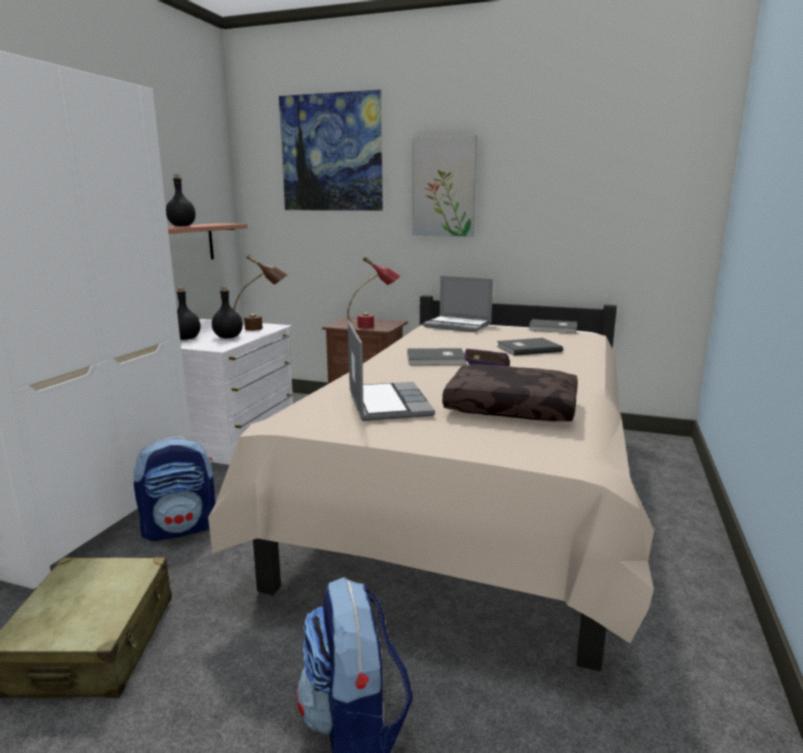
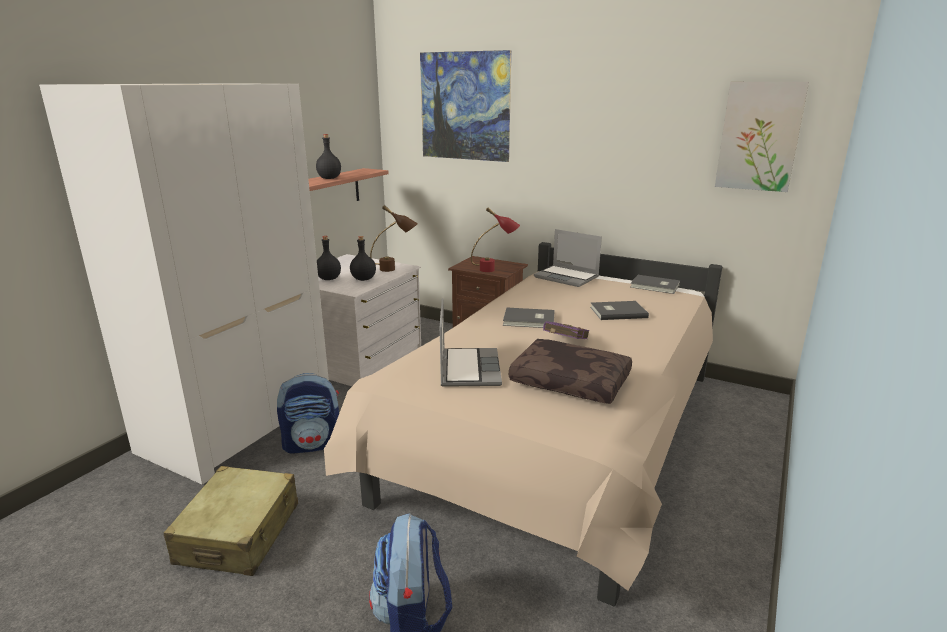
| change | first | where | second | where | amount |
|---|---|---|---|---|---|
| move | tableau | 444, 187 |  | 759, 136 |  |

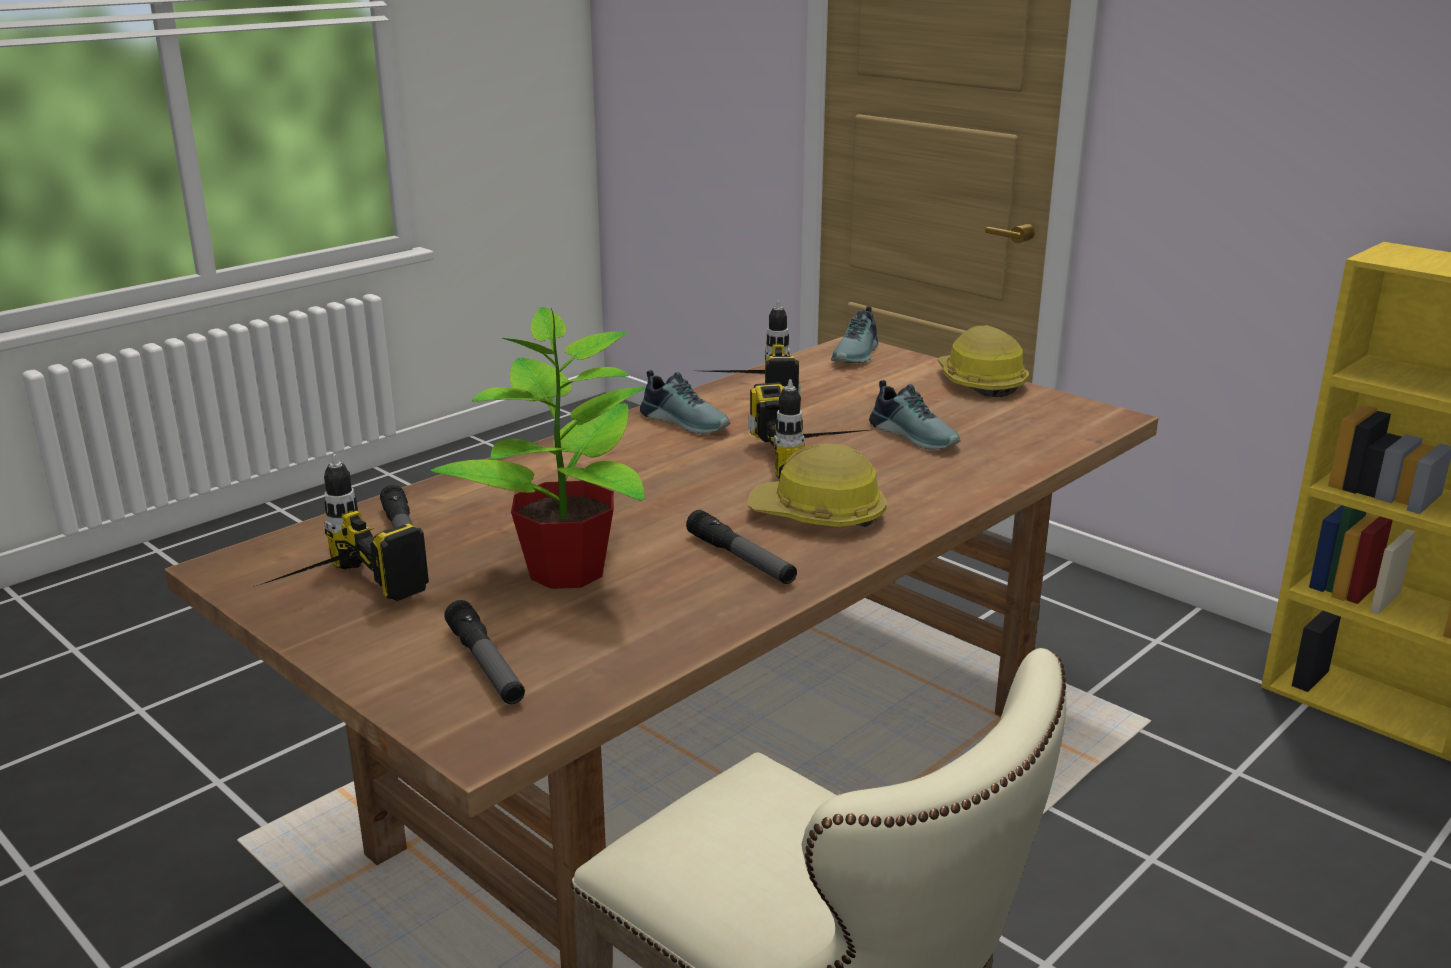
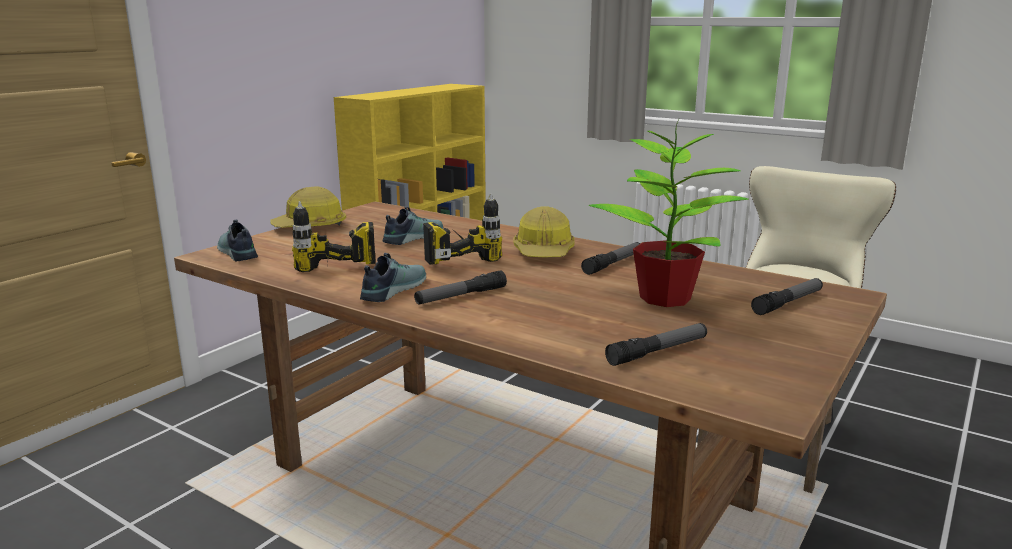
| change | first | where | second | where | amount |
|---|---|---|---|---|---|
| delete | perceuse | 331, 597 |  |  |  |
| rotate | chaussure | 858, 355 |  | 236, 253 | 135 degrees counterclockwise |
| insert |  |  | lampe de poche | 461, 296 |  |

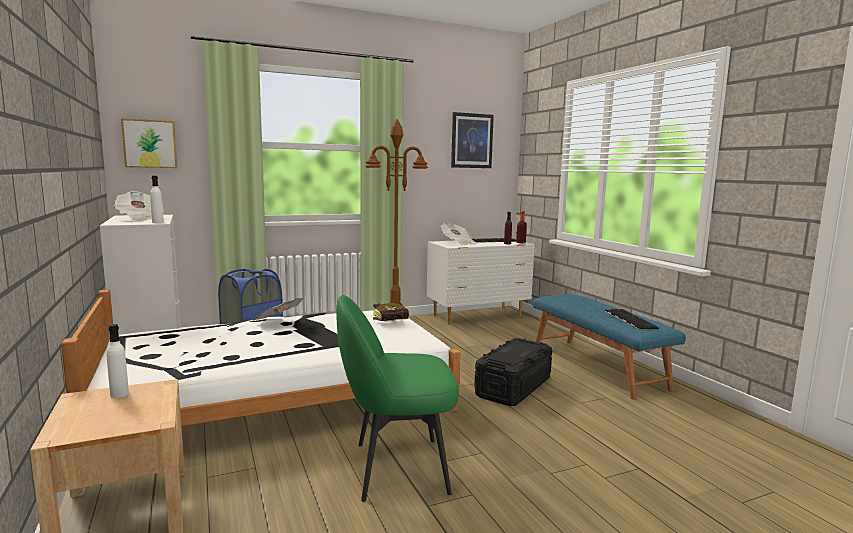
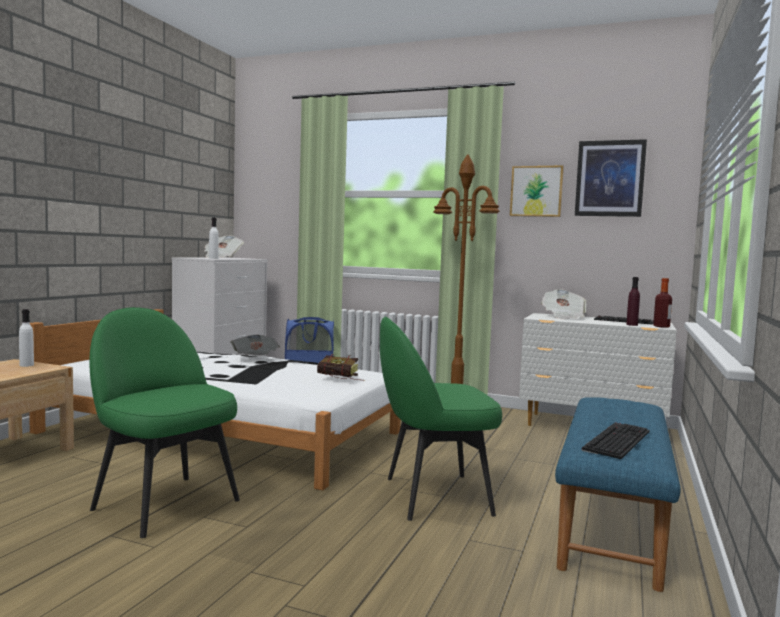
| change | first | where | second | where | amount |
|---|---|---|---|---|---|
| move | tableau | 150, 144 |  | 536, 191 |  |
| replace | boîte de rangement (noir) | 513, 387 | chaise (vert) | 433, 496 |  |

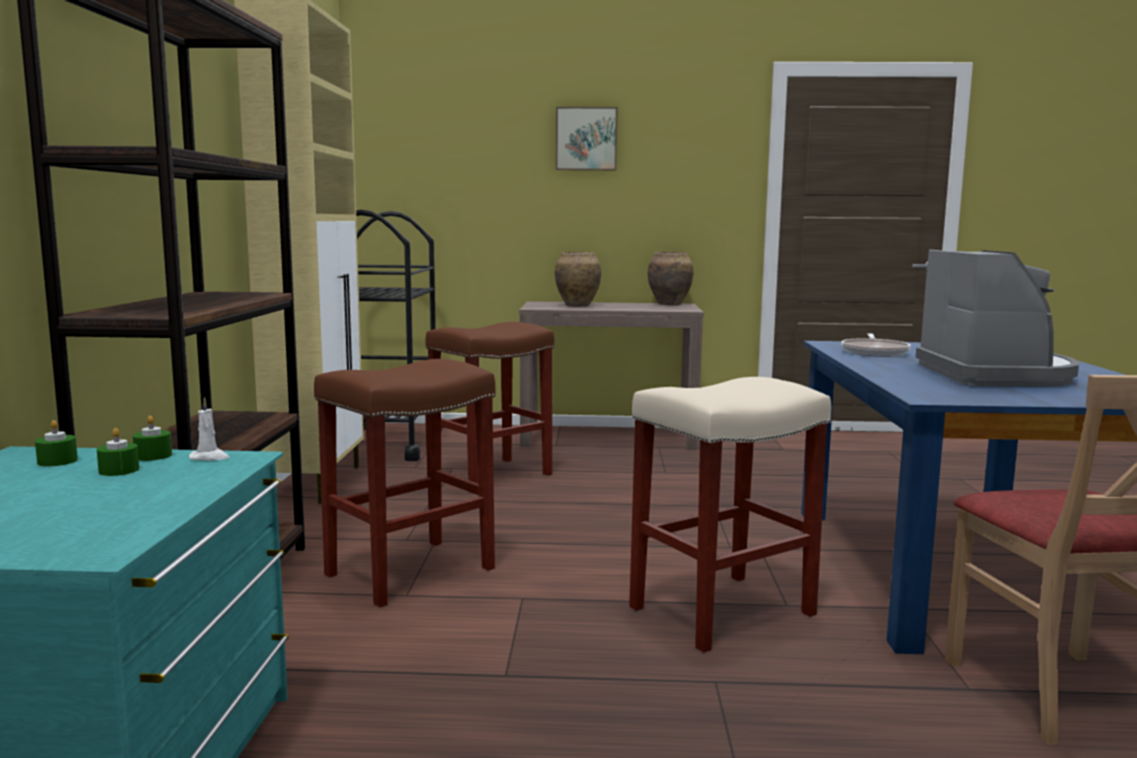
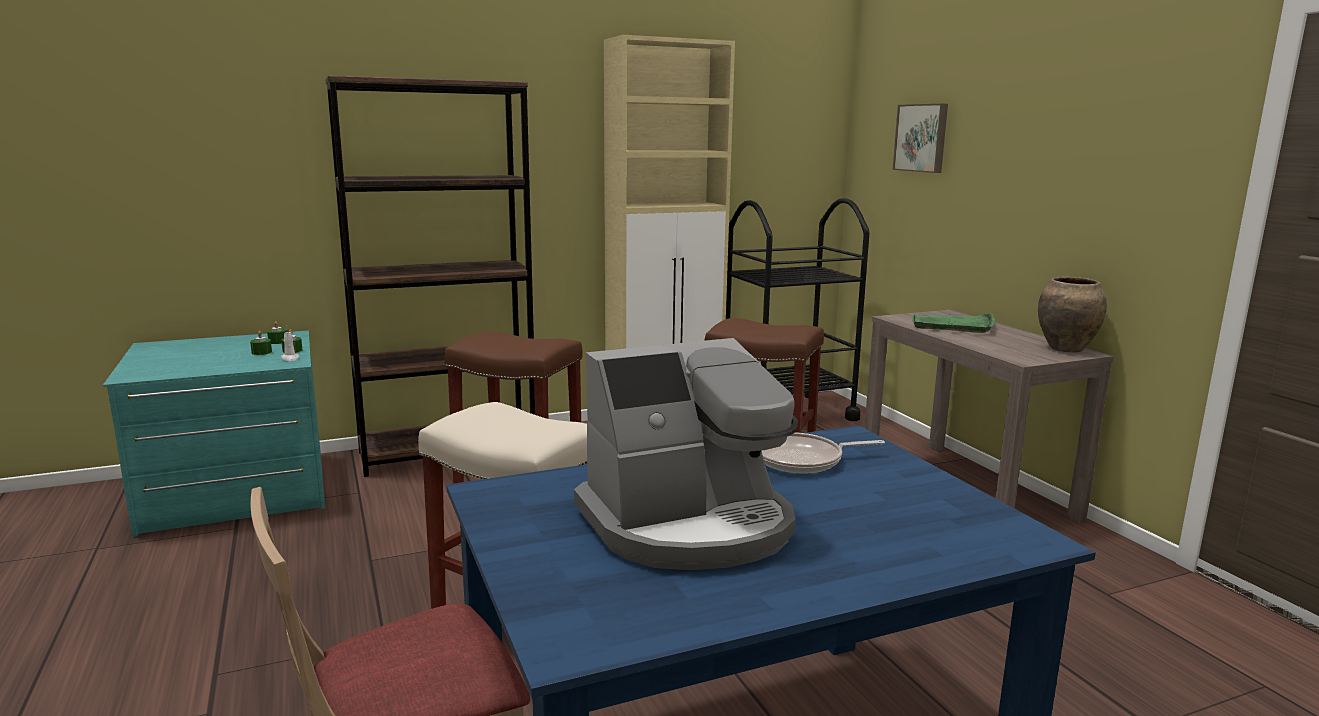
| change | first | where | second | where | amount |
|---|---|---|---|---|---|
| replace | vase (marron) | 577, 305 | plateau (vert) | 953, 325 |  |
| move | tableau | 586, 139 |  | 922, 138 |  |

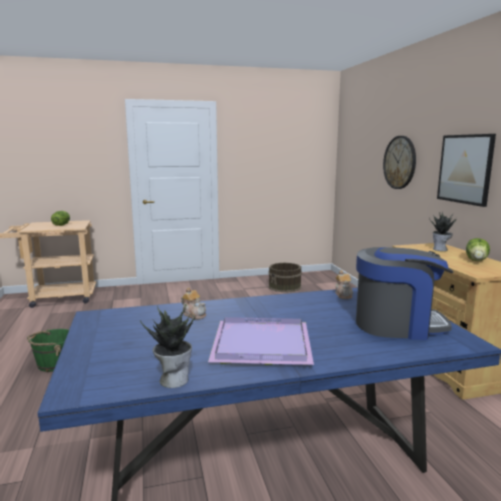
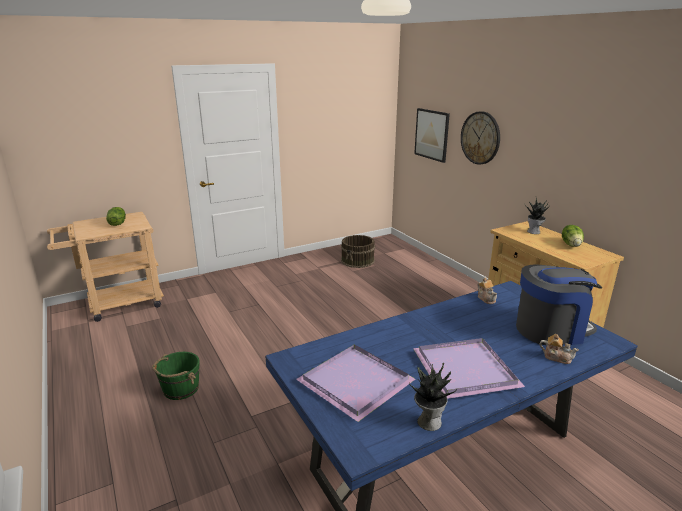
| change | first | where | second | where | amount |
|---|---|---|---|---|---|
| move | théière | 194, 314 |  | 556, 357 |  |
| move | tableau | 465, 169 |  | 432, 134 |  |
| insert |  |  | plateau (violet) | 355, 384 |  |

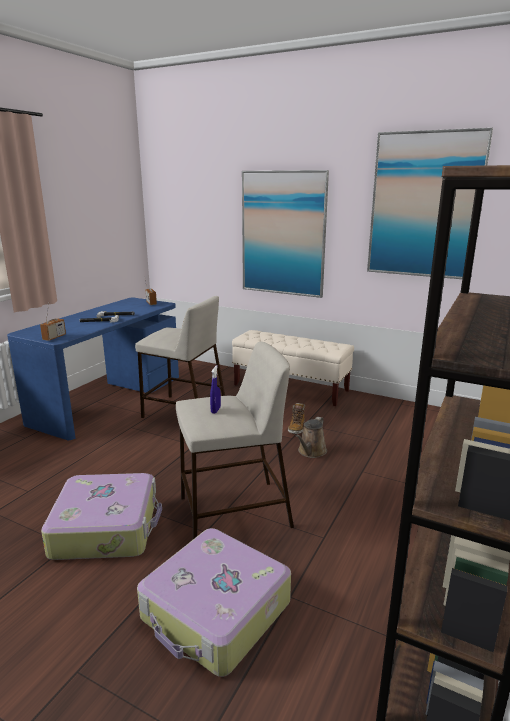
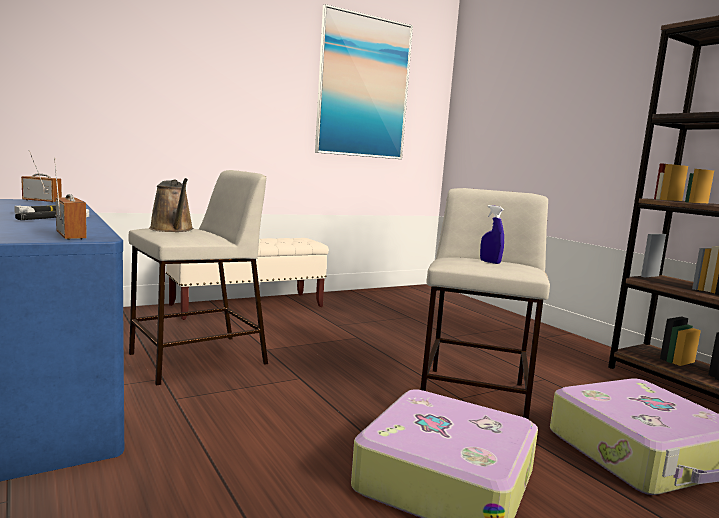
| change | first | where | second | where | amount |
|---|---|---|---|---|---|
| delete | tableau | 283, 234 |  |  |  |
| delete | botte | 296, 428 |  |  |  |
| move | arrosoir (marron) | 311, 452 |  | 172, 229 |  |

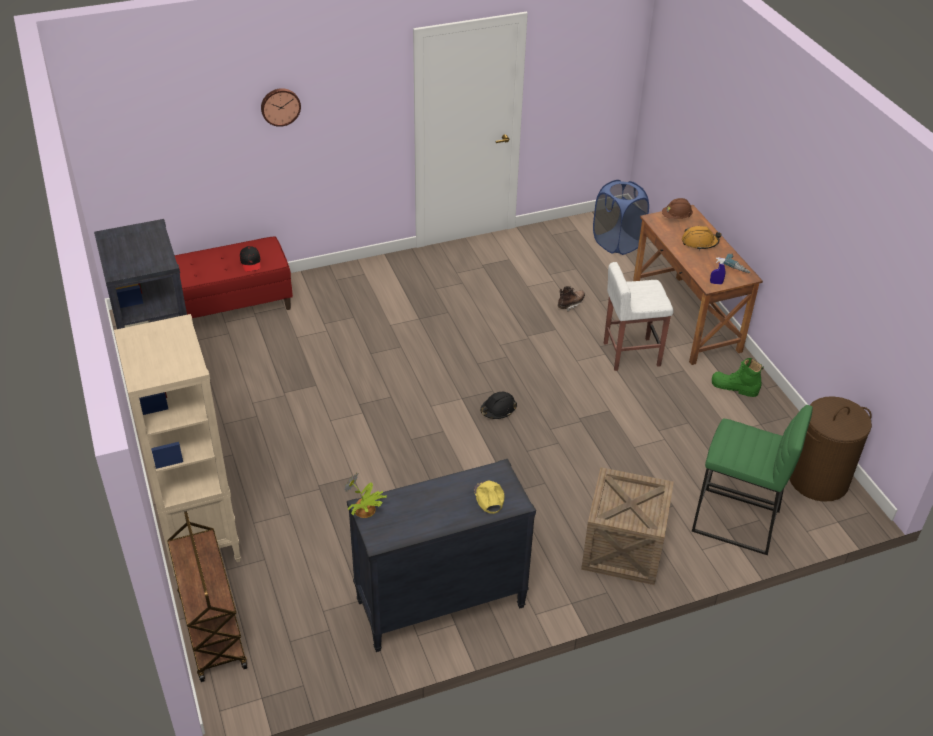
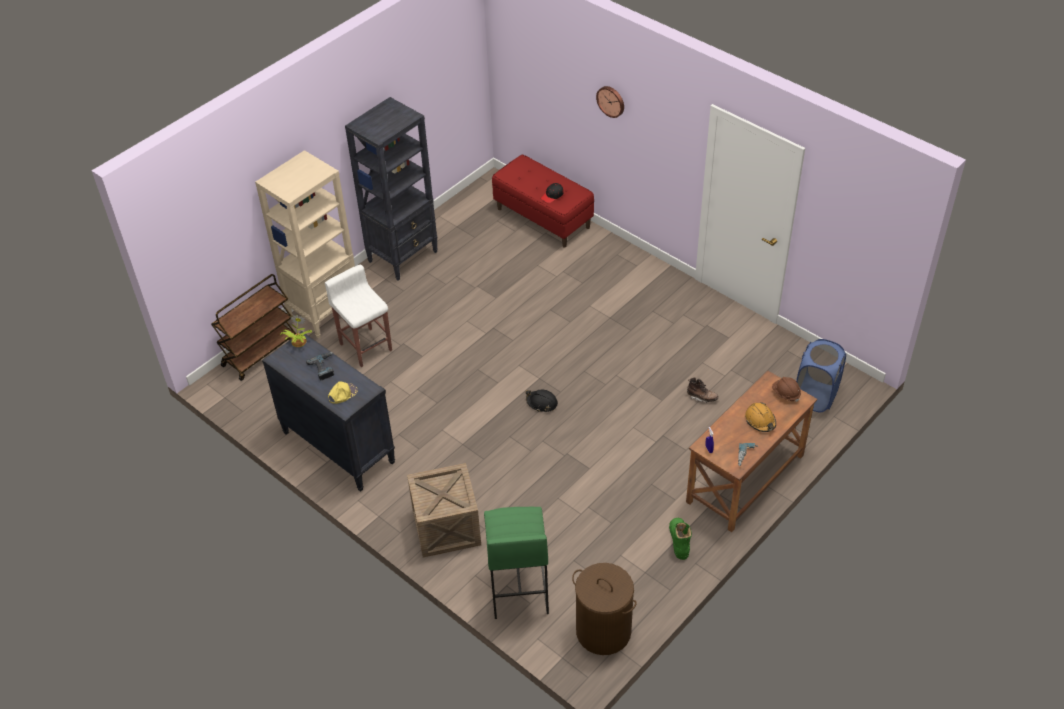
| change | first | where | second | where | amount |
|---|---|---|---|---|---|
| move | tabouret (blanc) | 630, 354 |  | 365, 346 |  |
| insert |  |  | perceuse | 324, 367 |  |

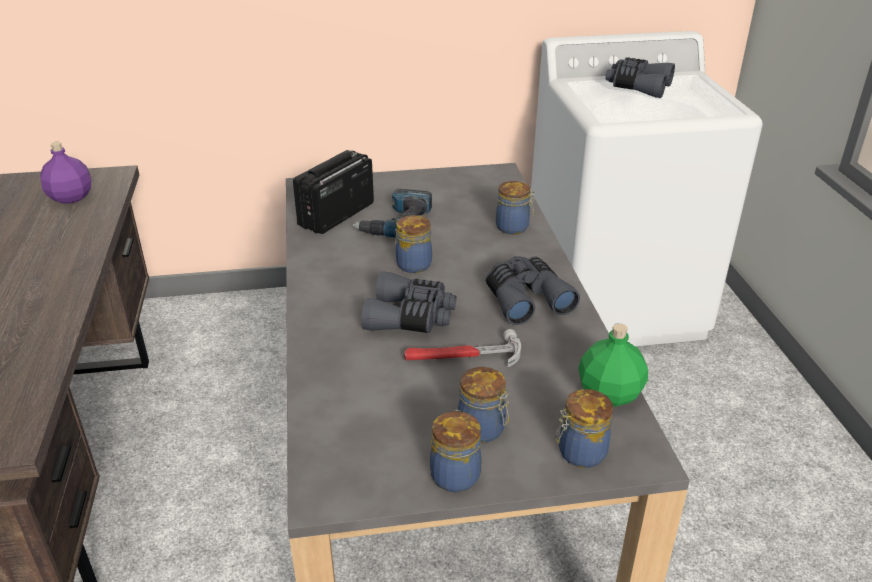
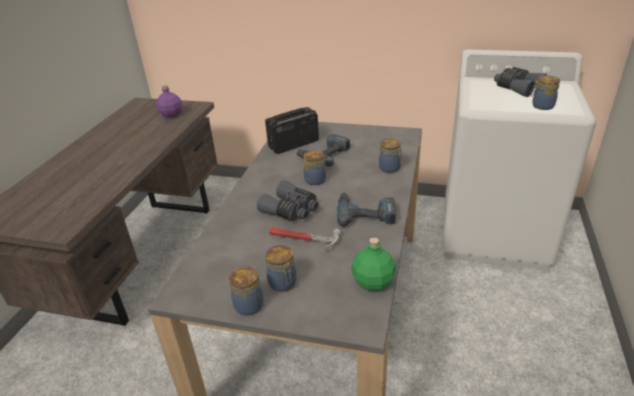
| change | first | where | second | where | amount |
|---|---|---|---|---|---|
| replace | jumelles (gris) | 526, 299 | perceuse | 365, 213 |  |
| move | bocal | 580, 453 |  | 541, 106 |  |

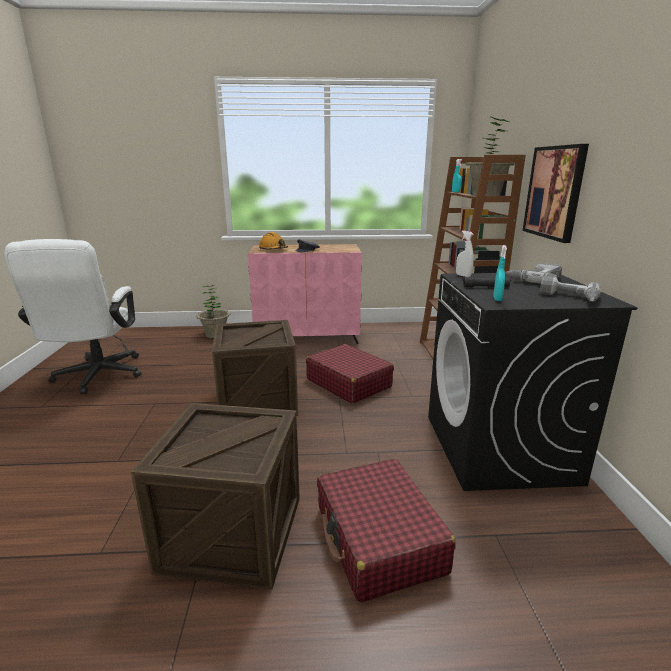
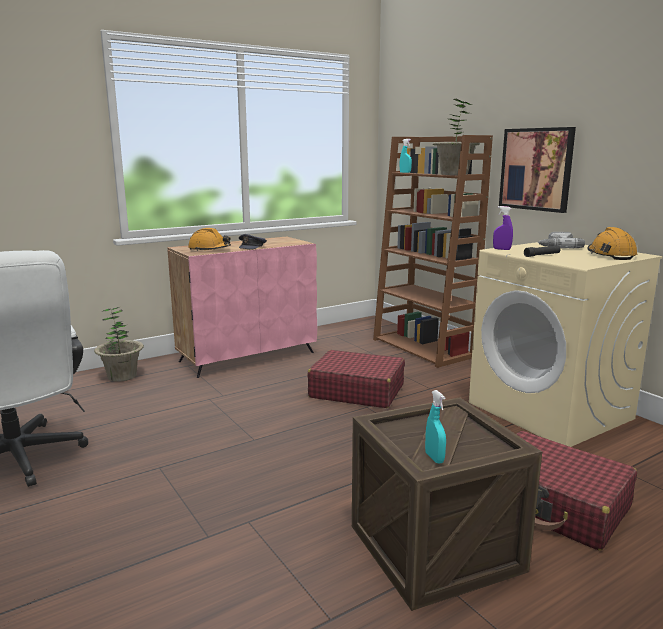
| change | first | where | second | where | amount |
|---|---|---|---|---|---|
| delete | caisse | 258, 401 |  |  |  |
| recolor | lave-linge (noir) | 499, 449 | lave-linge (beige) | 550, 411 |  |
| recolor | vaporisateur (blanc) | 463, 275 | vaporisateur (violet) | 501, 249 |  |
| move | vaporisateur (turquoise) | 497, 299 |  | 434, 458 |  |
| replace | perceuse | 568, 297 | casque de chantier (orange) | 611, 255 |  |

